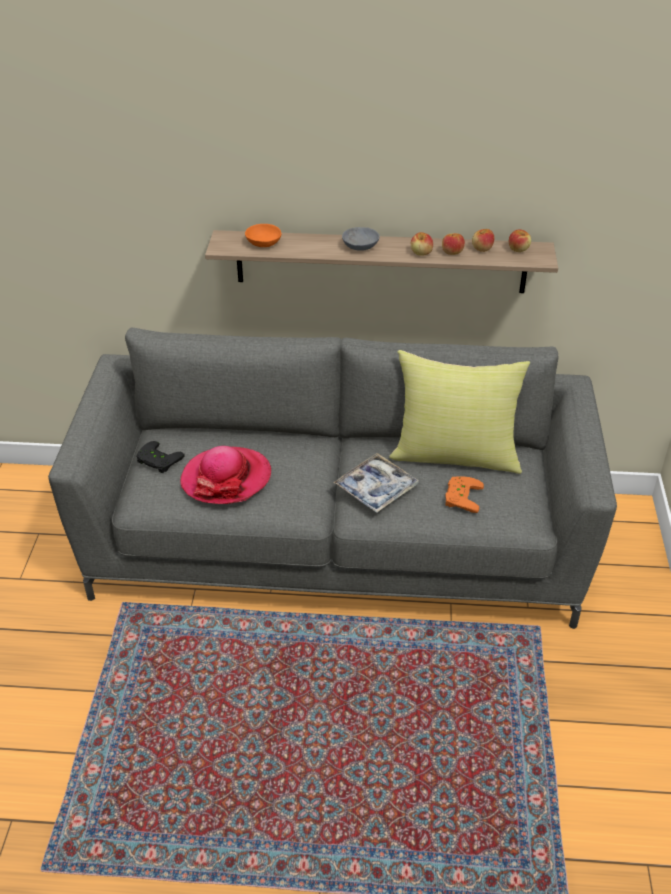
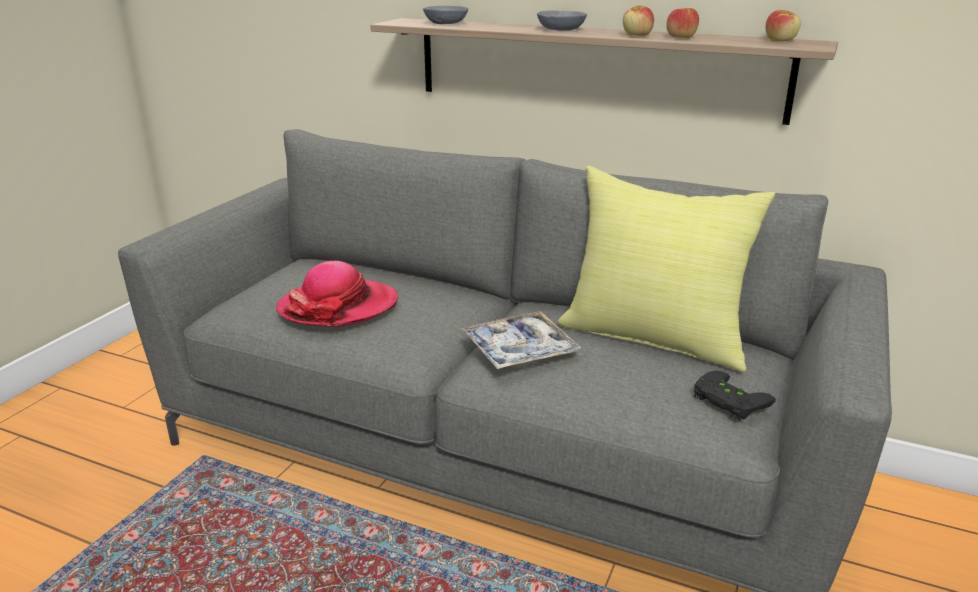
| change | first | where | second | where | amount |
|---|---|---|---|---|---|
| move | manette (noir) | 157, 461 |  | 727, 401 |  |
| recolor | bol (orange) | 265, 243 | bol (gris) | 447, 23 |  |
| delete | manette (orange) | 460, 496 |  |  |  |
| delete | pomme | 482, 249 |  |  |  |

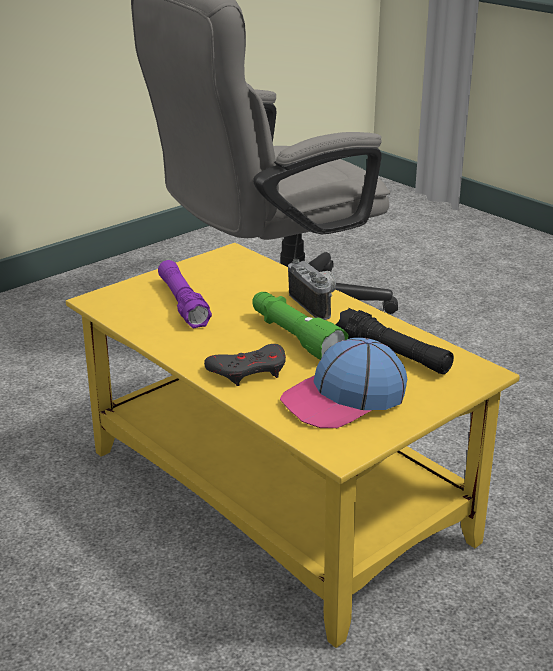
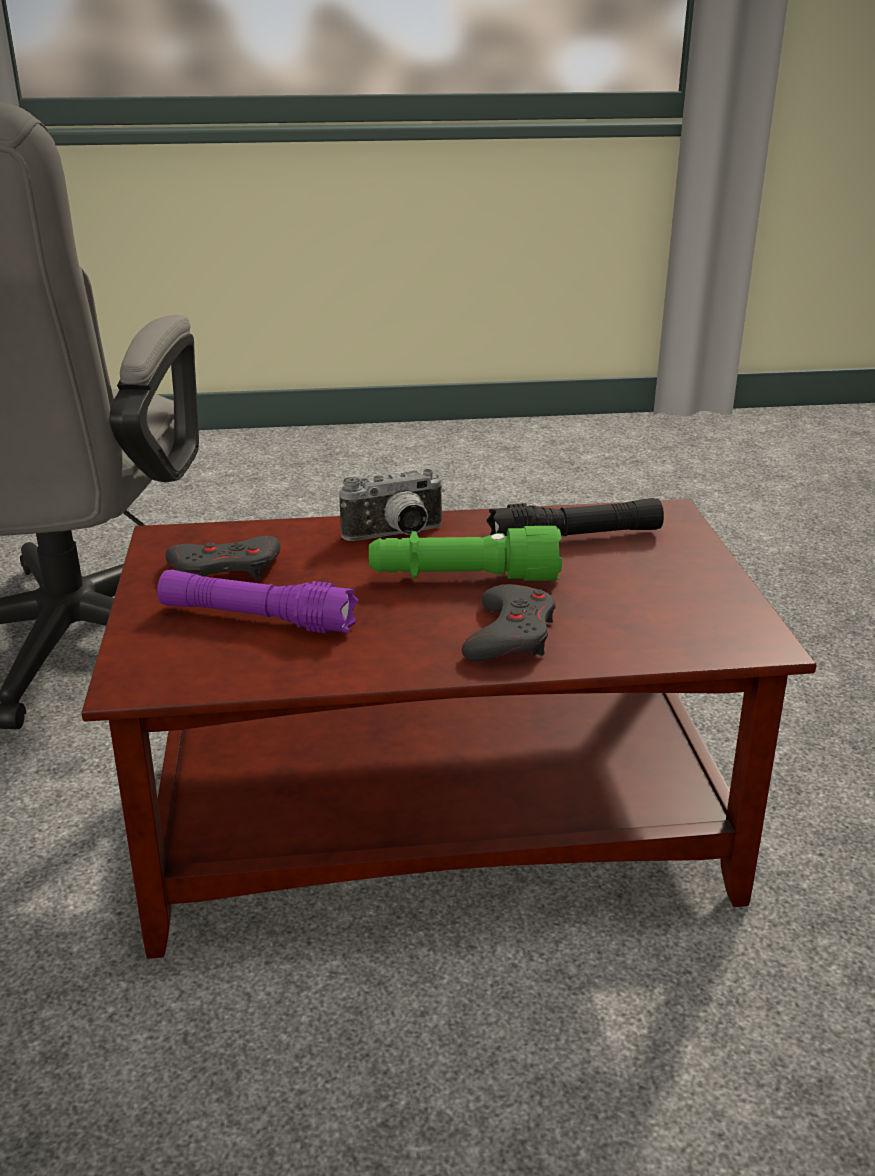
| change | first | where | second | where | amount |
|---|---|---|---|---|---|
| recolor | table basse (jaune) | 279, 496 | table basse (marron) | 442, 823 |  |
| delete | casquette | 344, 398 |  |  |  |
| rotate | appareil photo | 317, 304 |  | 396, 536 | 150 degrees clockwise |
| insert |  |  | manette (gris) | 226, 569 |  |

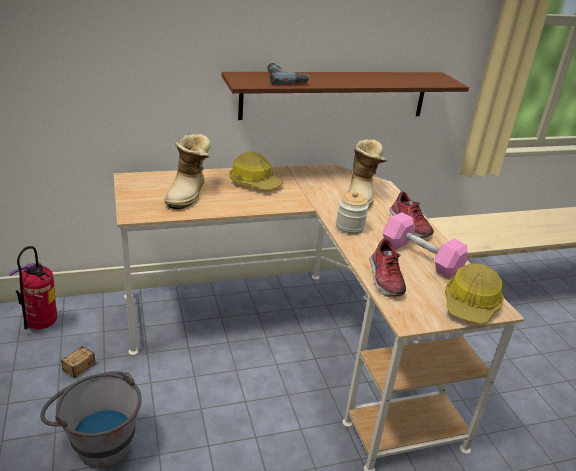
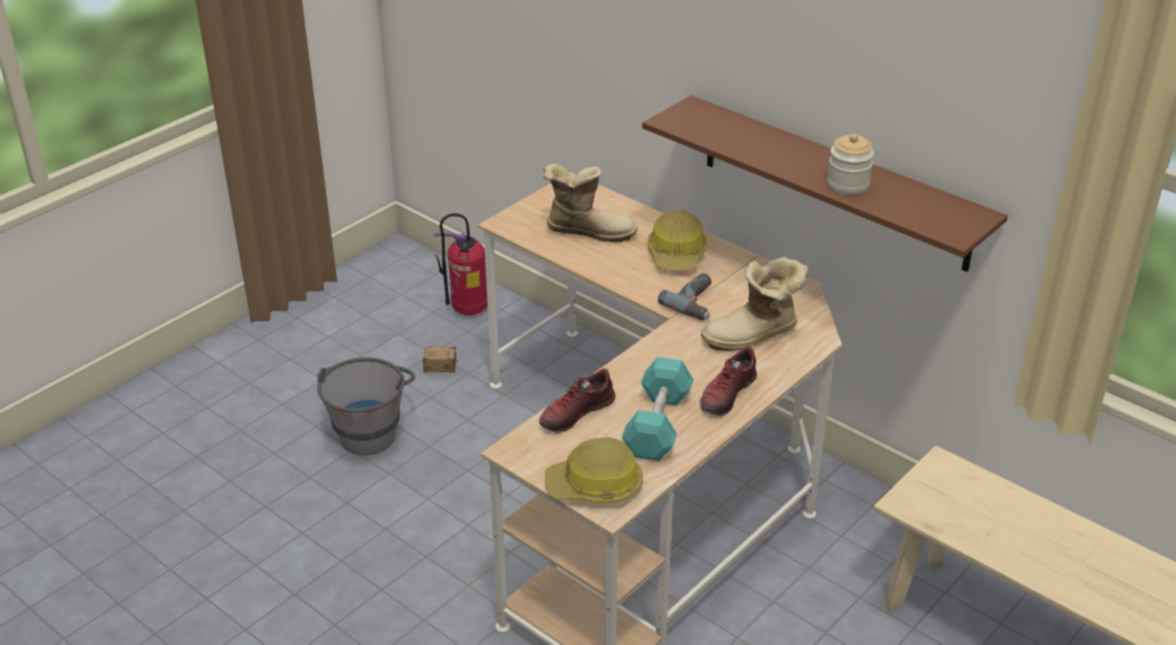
| change | first | where | second | where | amount |
|---|---|---|---|---|---|
| rotate | botte | 189, 194 |  | 588, 230 | 150 degrees counterclockwise |
| move | perceuse | 285, 79 |  | 697, 303 |  |
| move | bocal | 350, 227 |  | 848, 185 |  |
| recolor | haltère (rose) | 421, 257 | haltère (turquoise) | 657, 424 |  |

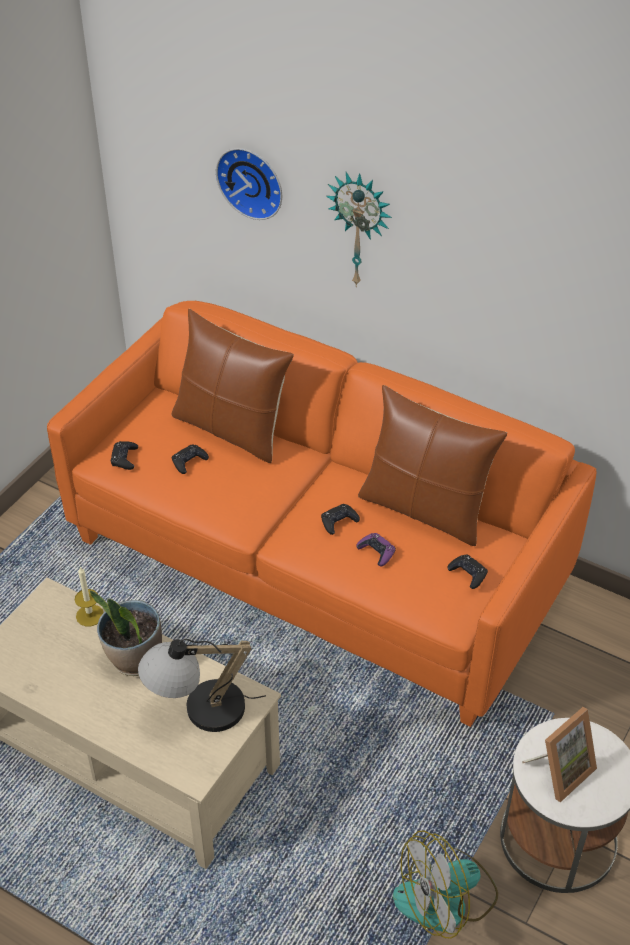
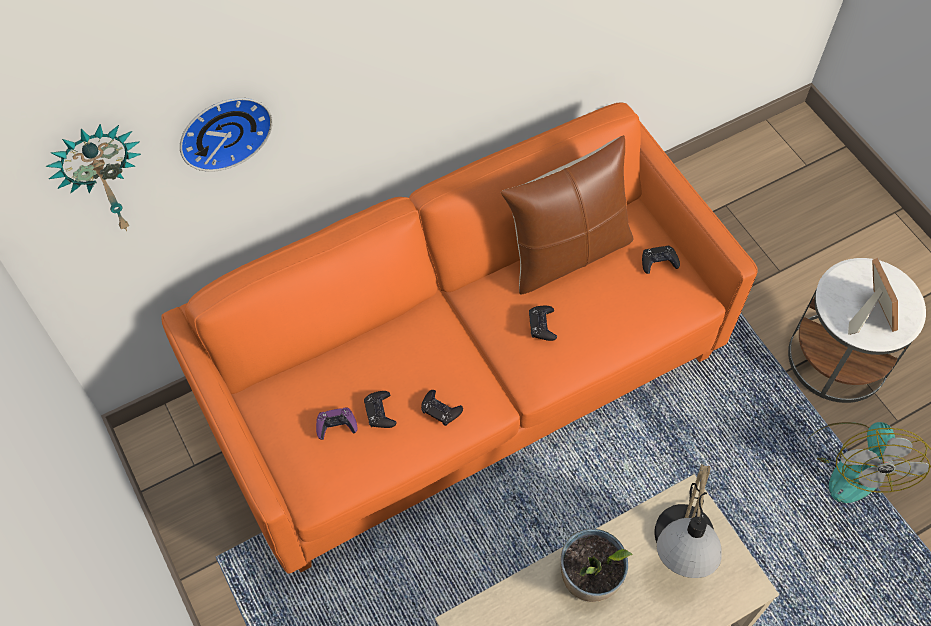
| change | first | where | second | where | amount |
|---|---|---|---|---|---|
| delete | bougie | 90, 615 |  |  |  |
| move | manette (noir) | 124, 458 |  | 440, 409 |  |
| delete | coussin (marron) | 231, 429 |  |  |  |
| move | horloge murale | 360, 229 |  | 102, 177 |  |
| move | manette (violet) | 376, 552 |  | 336, 425 |  |

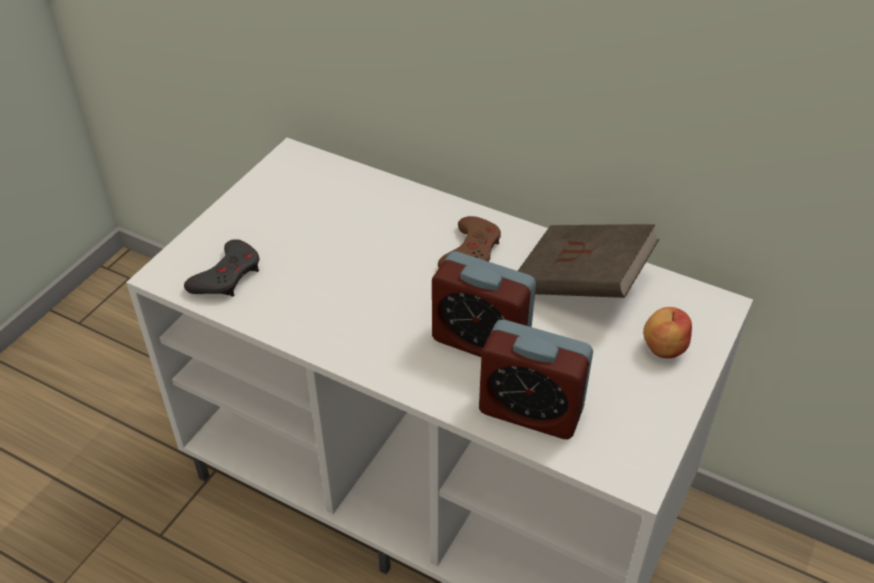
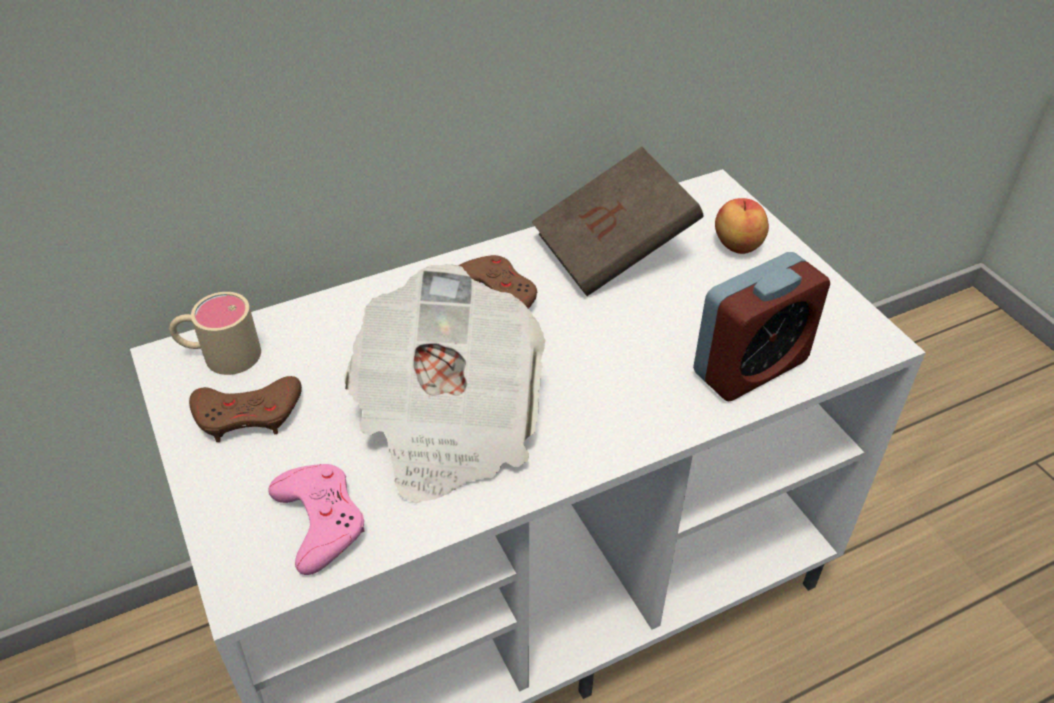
| change | first | where | second | where | amount |
|---|---|---|---|---|---|
| recolor | manette (gris) | 227, 276 | manette (rose) | 320, 520 |  |
| delete | réveil | 480, 341 |  |  |  |
| insert |  |  | mug (beige) | 219, 355 |  |
| insert |  |  | manette (marron) | 248, 414 |  |
| insert |  |  | journal | 448, 421 |  |

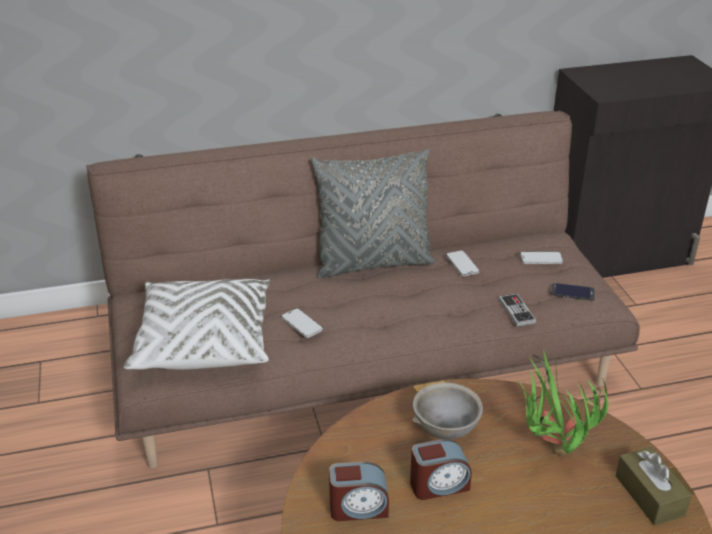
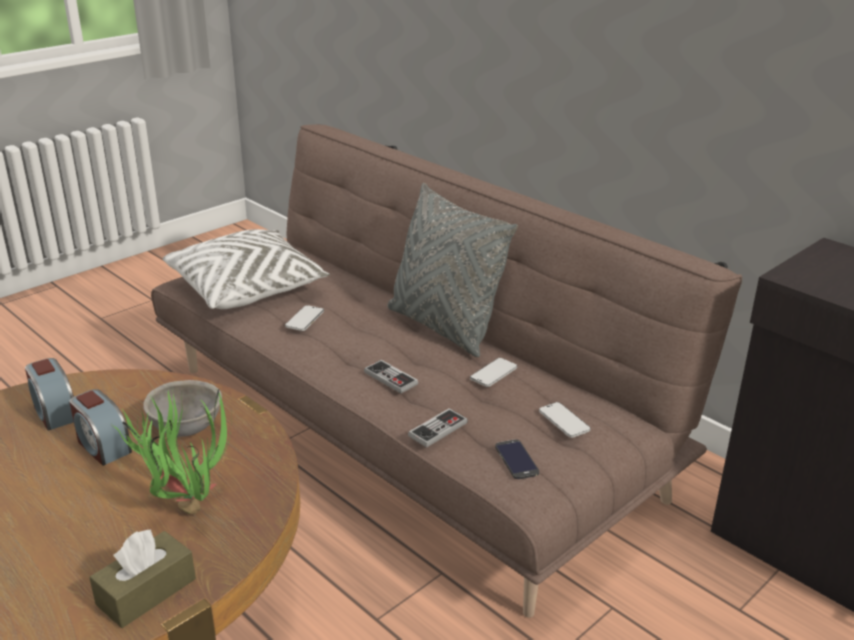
| change | first | where | second | where | amount |
|---|---|---|---|---|---|
| insert |  |  | manette | 390, 378 |  |

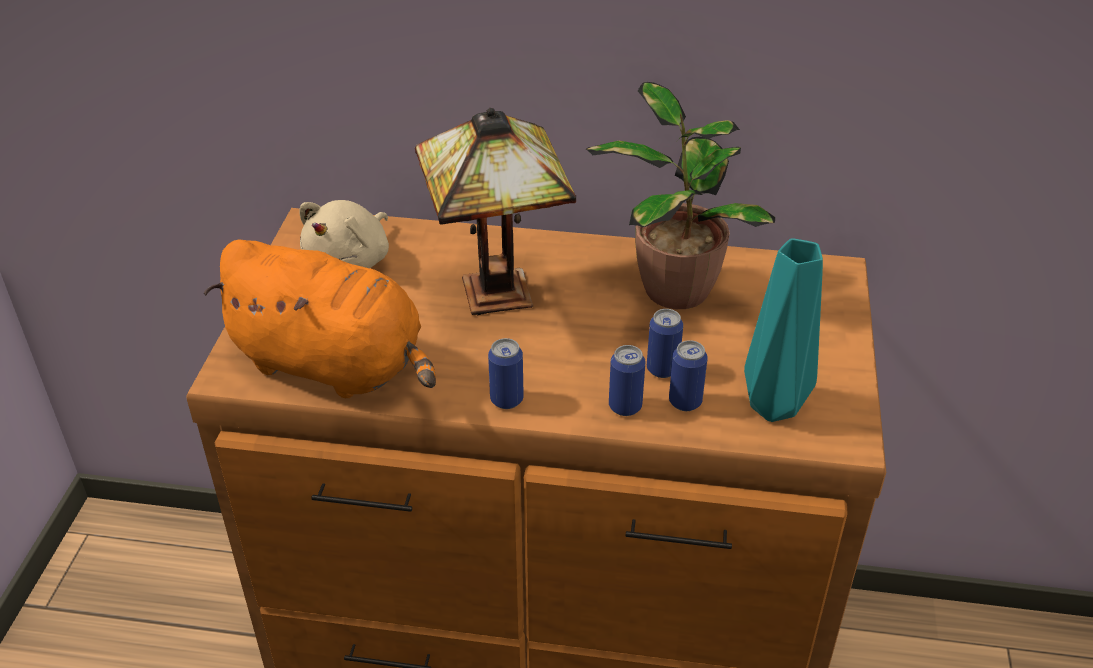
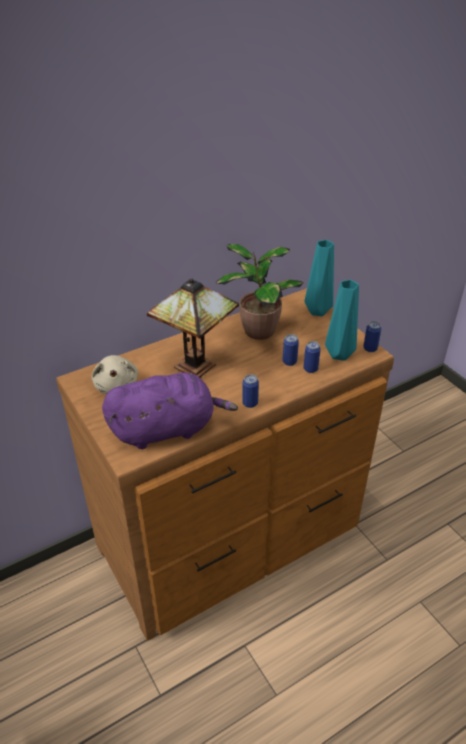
| change | first | where | second | where | amount |
|---|---|---|---|---|---|
| recolor | peluche (orange) | 334, 365 | peluche (violet) | 167, 429 |  |
| move | boîte métallique | 625, 406 |  | 370, 348 |  |
| insert |  |  | vase (turquoise) | 319, 312 |  |

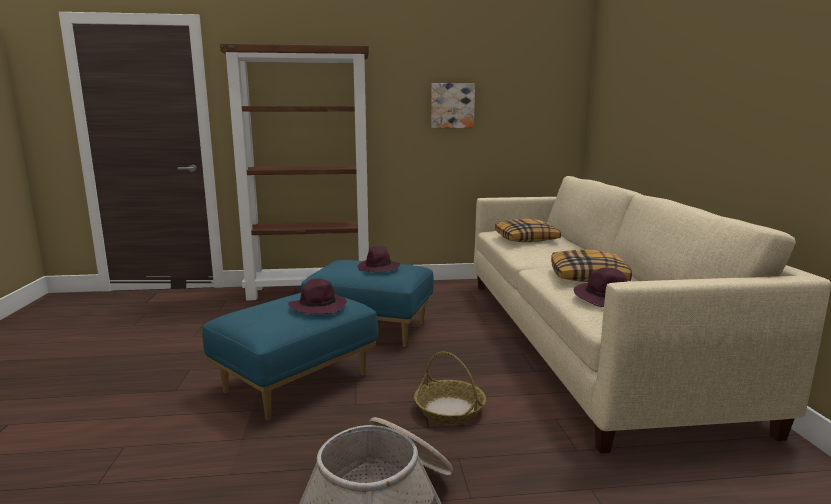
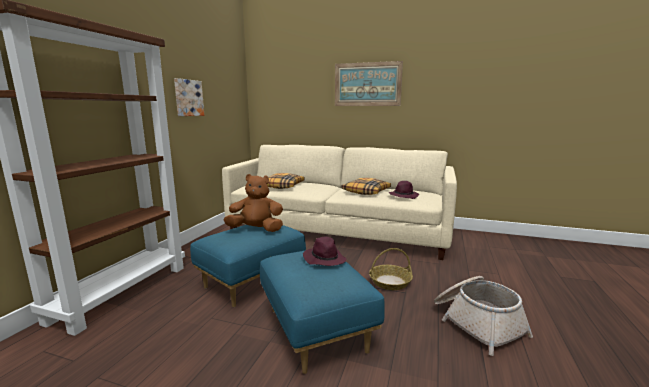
| change | first | where | second | where | amount |
|---|---|---|---|---|---|
| replace | chapeau (violet) | 379, 268 | peluche (marron) | 256, 230 |  |
| insert |  |  | tableau | 367, 84 |  |

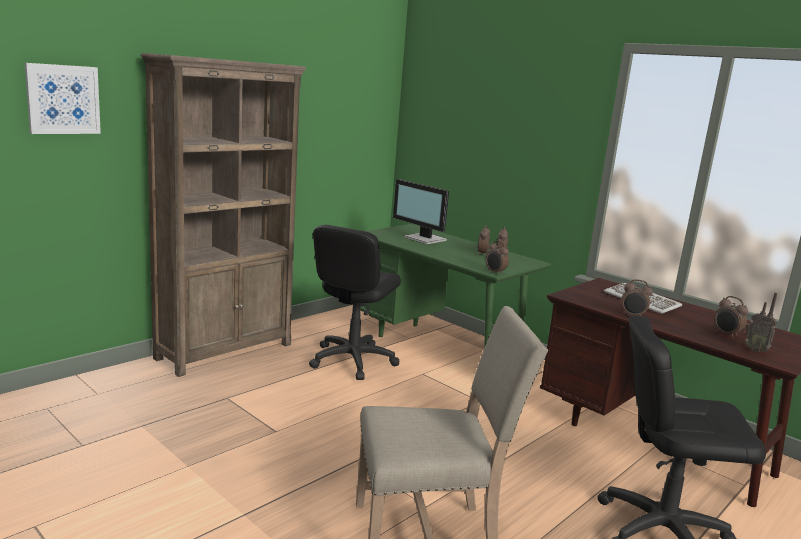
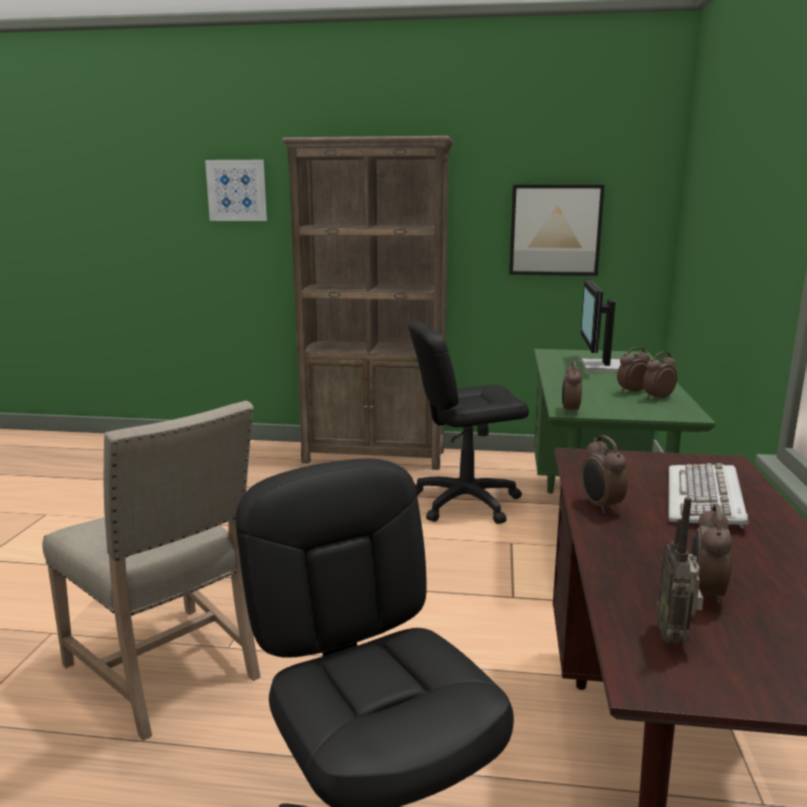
| change | first | where | second | where | amount |
|---|---|---|---|---|---|
| insert |  |  | tableau | 555, 230 |  |

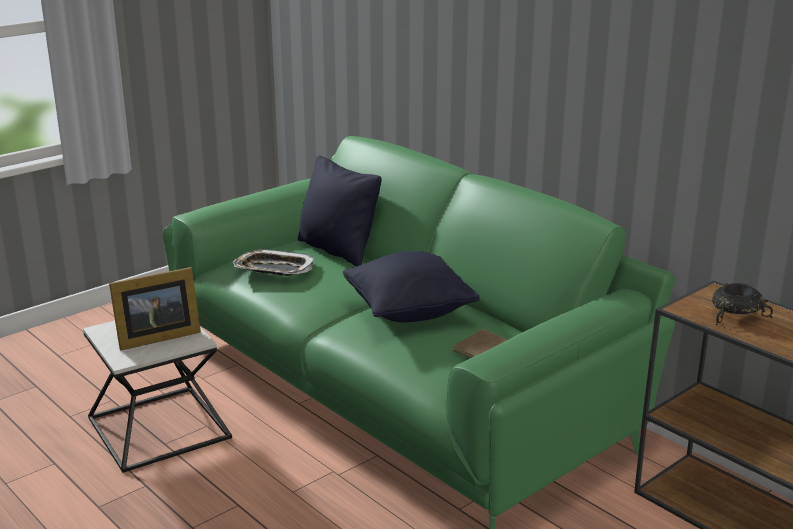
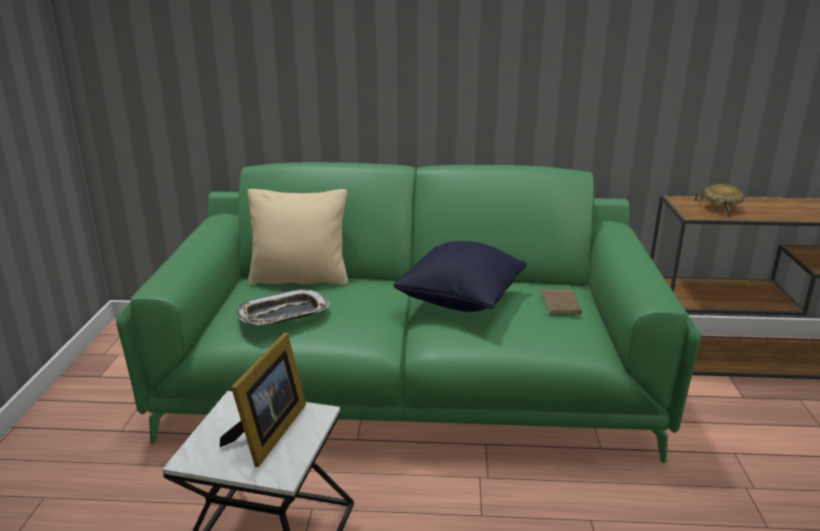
| change | first | where | second | where | amount |
|---|---|---|---|---|---|
| recolor | coussin (noir) | 337, 250 | coussin (beige) | 300, 279 |  |
| recolor | bol (noir) | 736, 315 | bol (beige) | 719, 208 |  |

